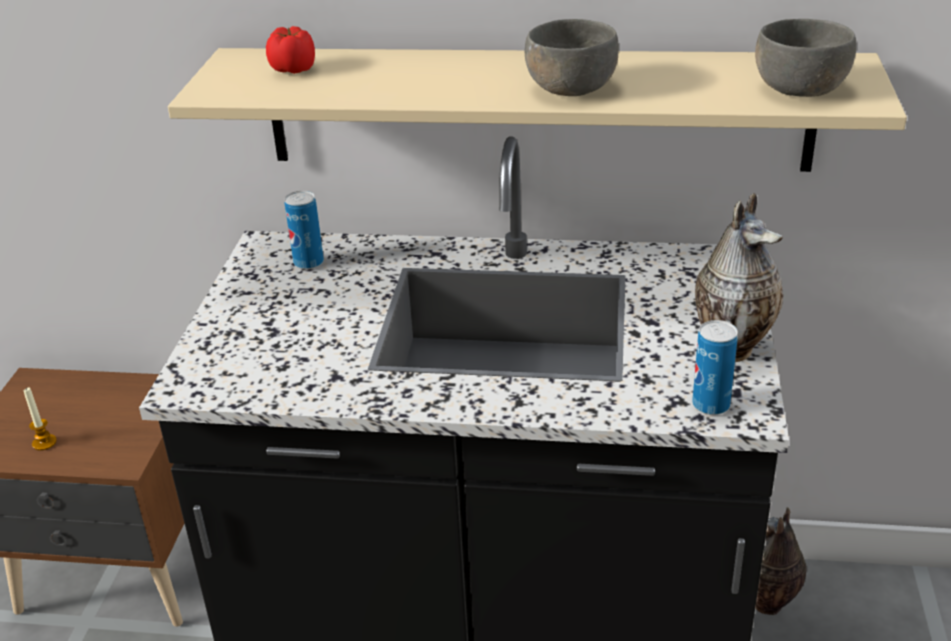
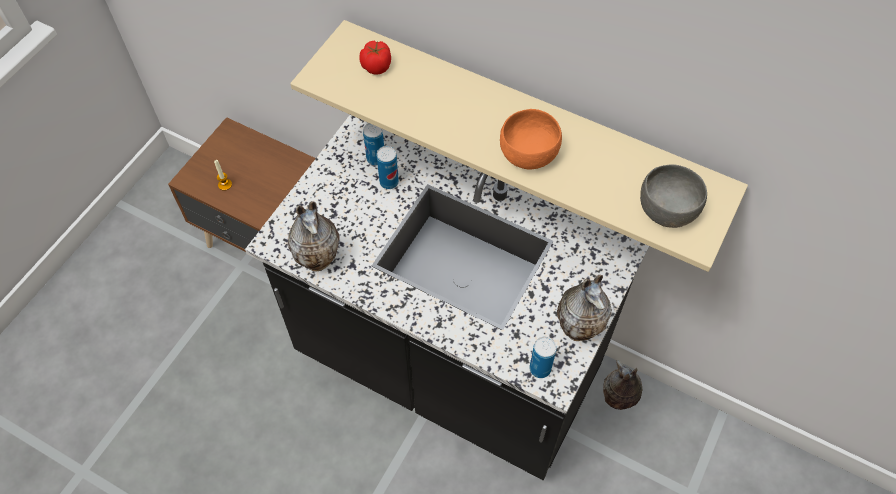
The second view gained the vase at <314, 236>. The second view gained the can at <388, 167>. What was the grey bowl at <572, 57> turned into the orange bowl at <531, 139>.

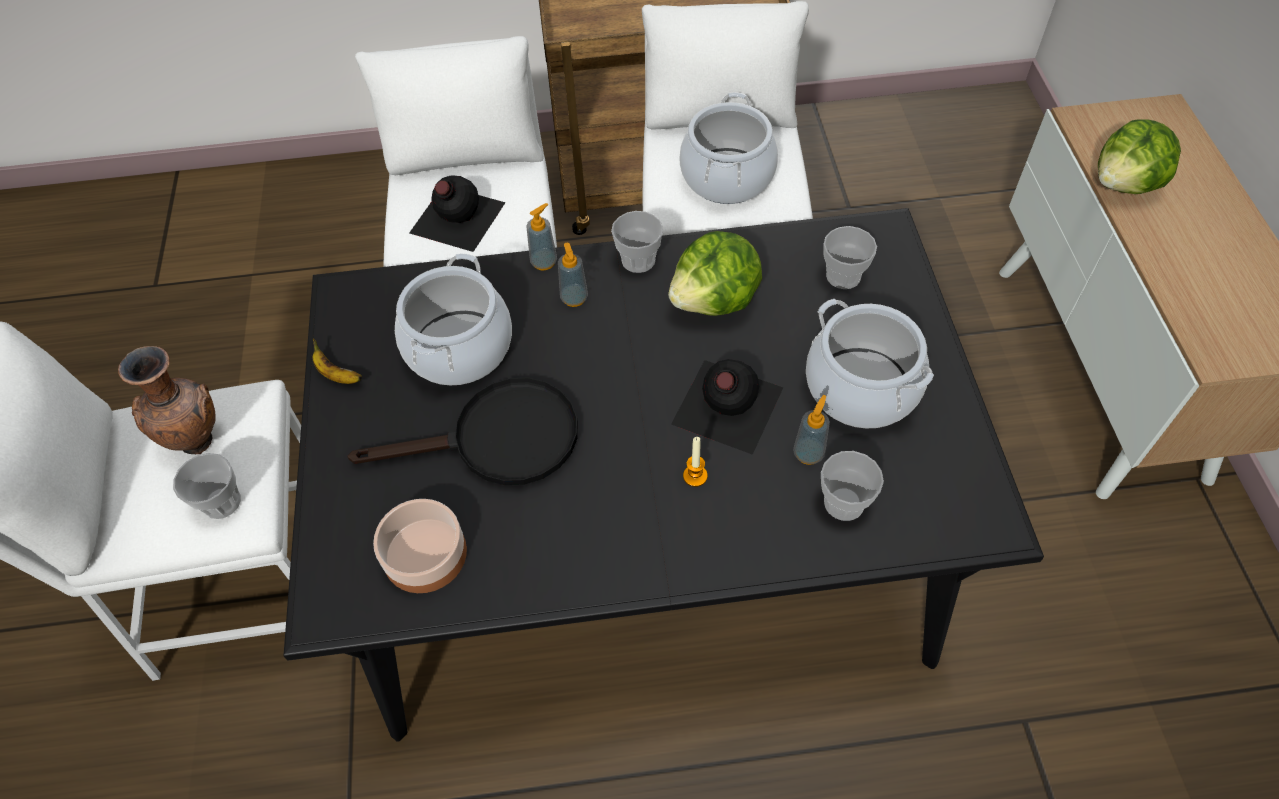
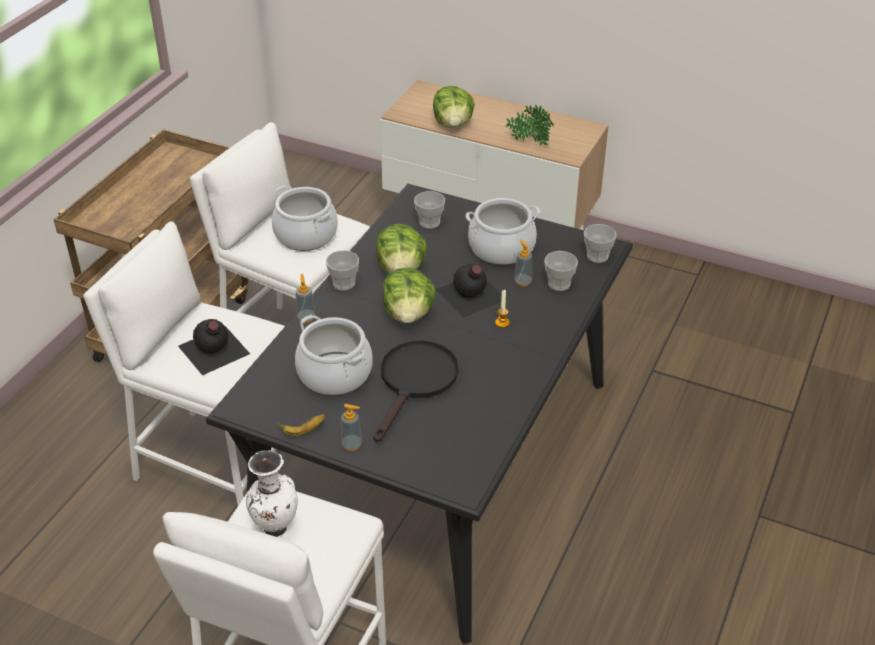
What was the brown vase at <166, 400> turned into the white vase at <272, 493>. The soap dispenser ended up elsewhere, having gone from <573, 275> to <351, 427>. The second view gained the lettuce at <409, 295>. The second view gained the potted plant at <530, 125>. The cup ended up elsewhere, having gone from <207, 486> to <600, 243>. The second view lost the bowl at <420, 546>.

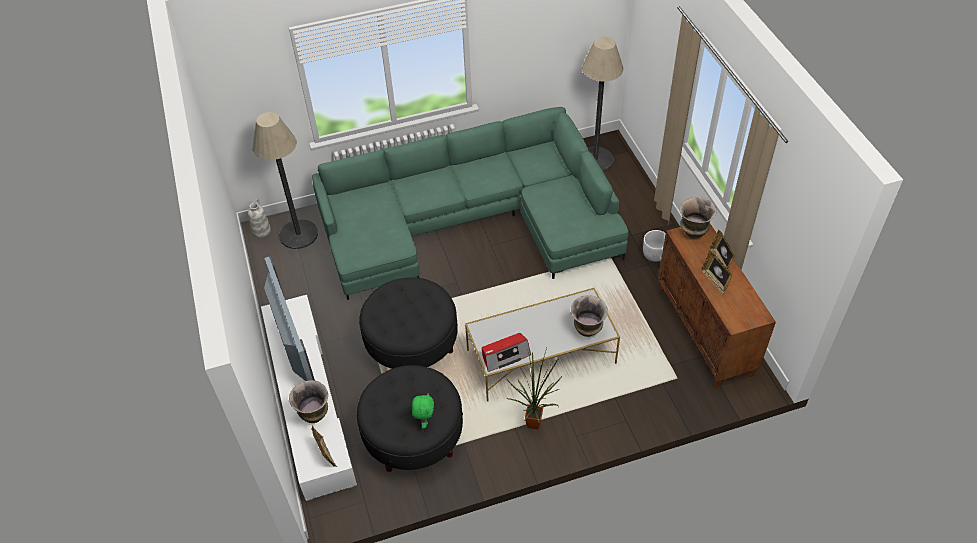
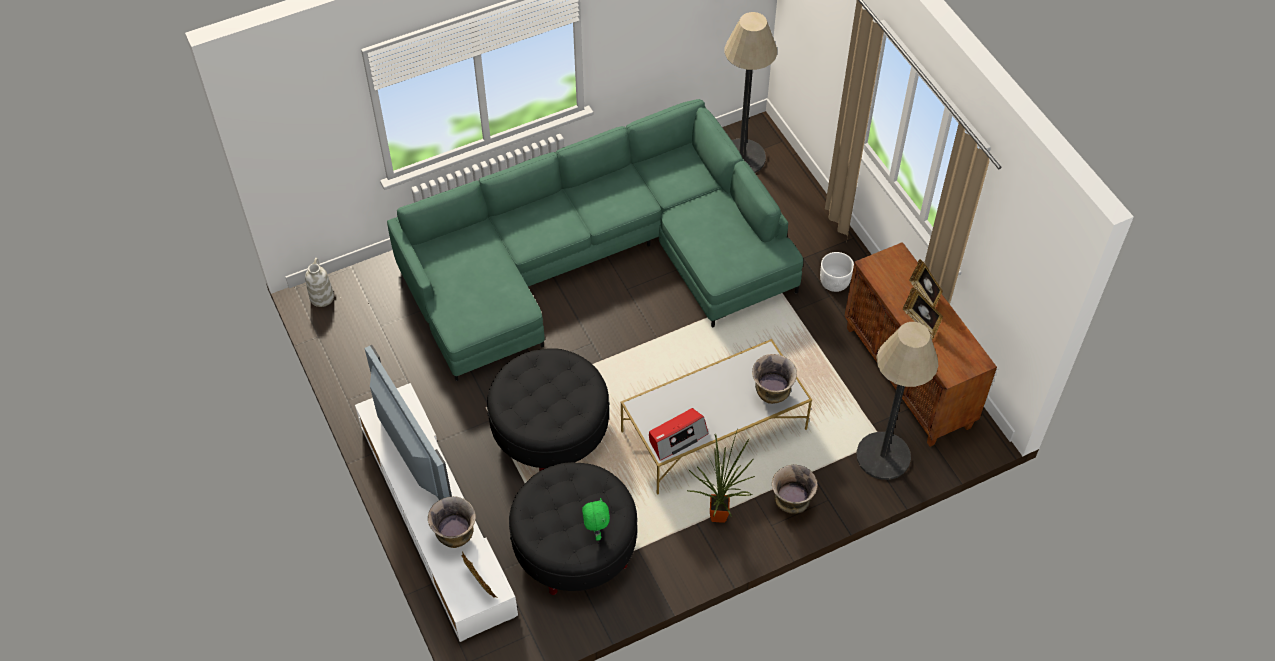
The vase ended up elsewhere, having gone from <698, 218> to <794, 489>. The floor lamp ended up elsewhere, having gone from <285, 180> to <897, 401>.

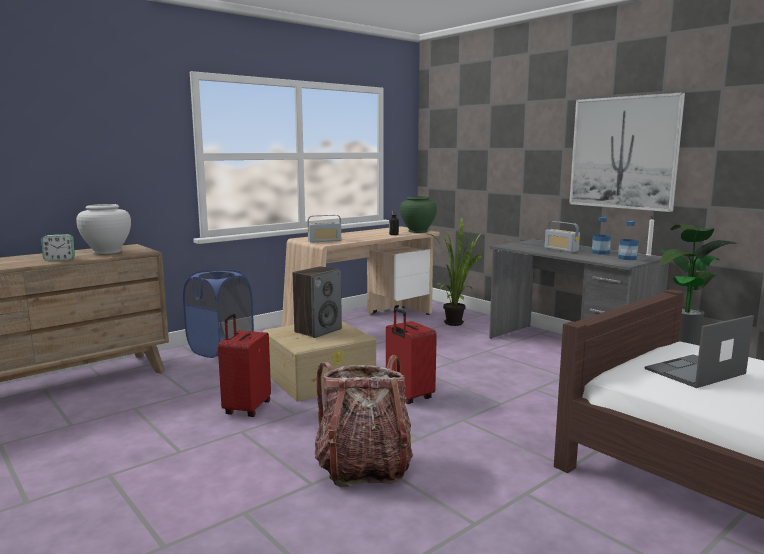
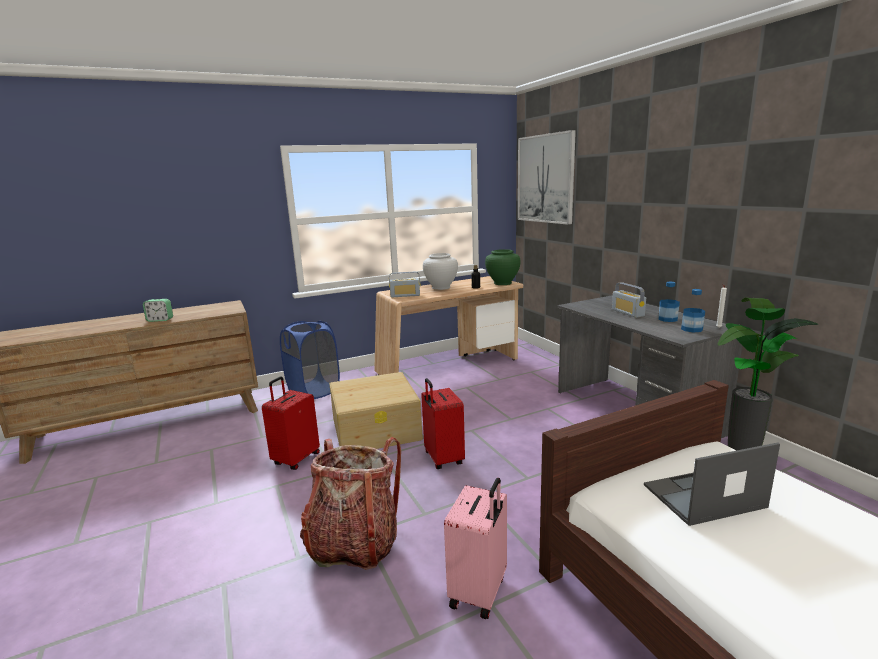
The white vase ended up elsewhere, having gone from <103, 229> to <440, 271>. The second view gained the pink suitcase at <475, 548>. The picture ended up elsewhere, having gone from <627, 152> to <547, 177>. The second view lost the speaker at <317, 302>. The second view lost the potted plant at <455, 272>.

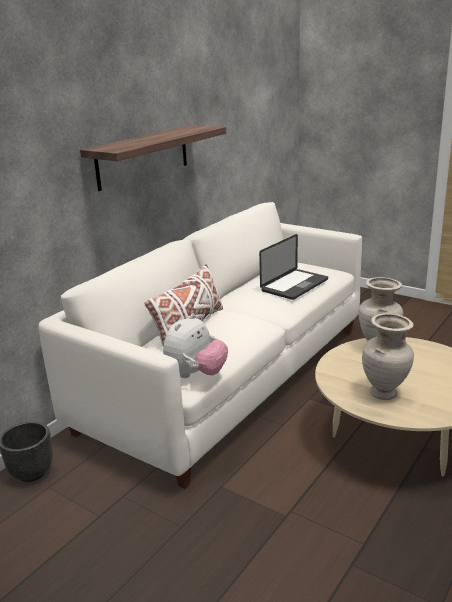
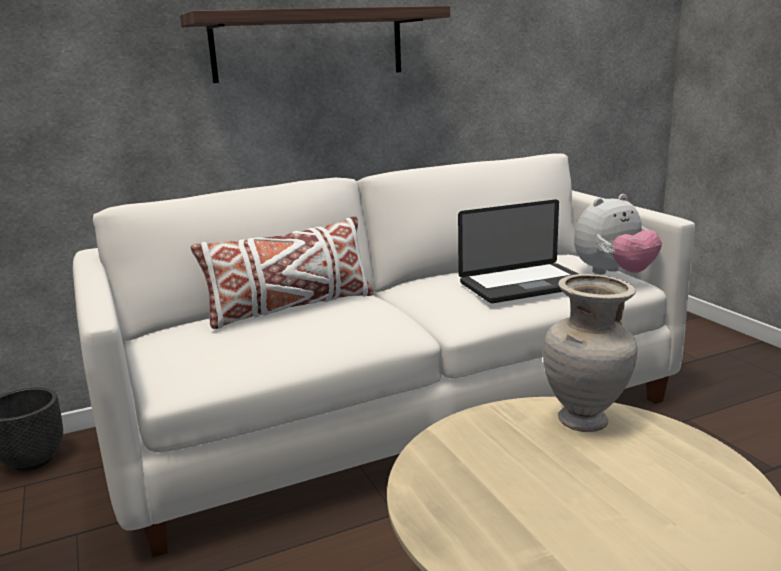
The plush toy ended up elsewhere, having gone from <195, 345> to <618, 234>. The second view lost the beige vase at <388, 356>.

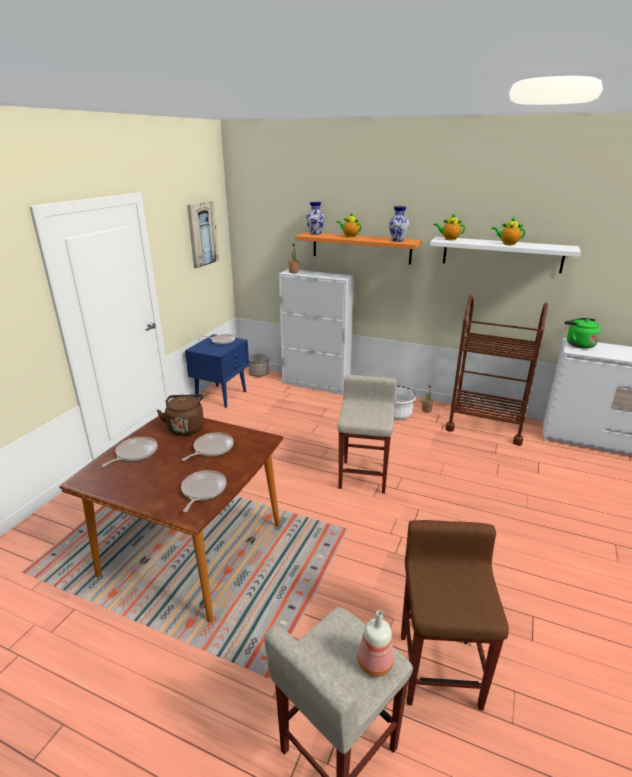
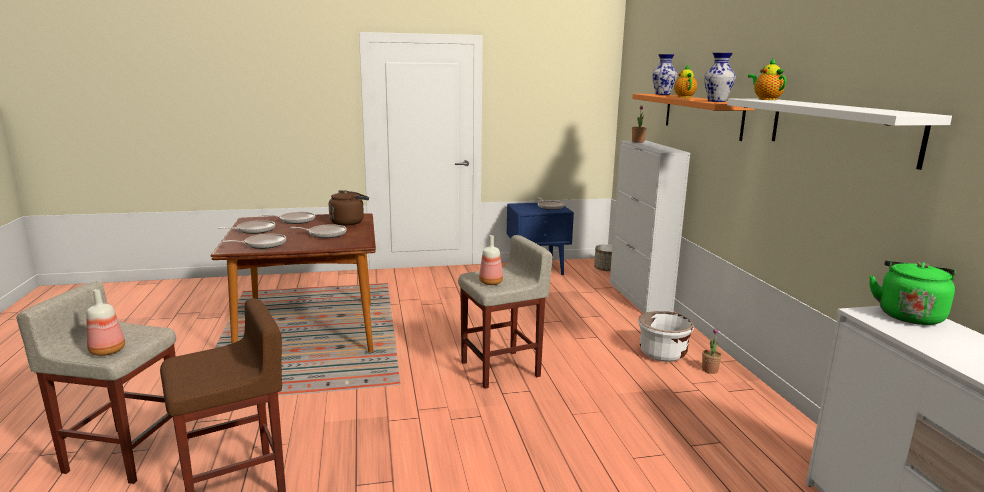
The second view gained the frying pan at <246, 227>. The second view gained the bottle at <491, 260>. The second view lost the picture at <203, 234>. The second view lost the brown cart at <496, 370>. The second view lost the teapot at <508, 231>.

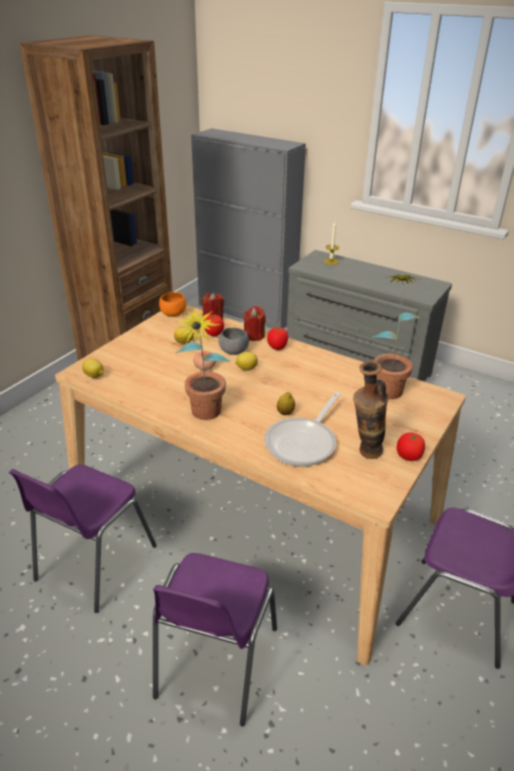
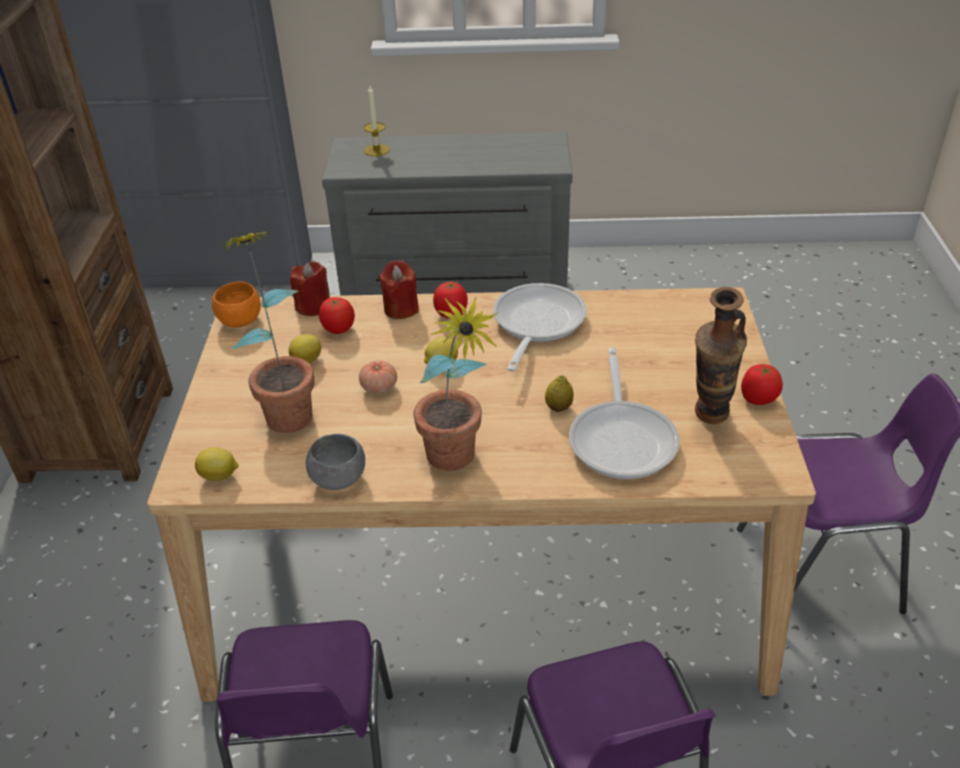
The potted plant ended up elsewhere, having gone from <397, 337> to <264, 332>. The grey bowl ended up elsewhere, having gone from <233, 341> to <335, 462>. The second view gained the frying pan at <540, 327>.

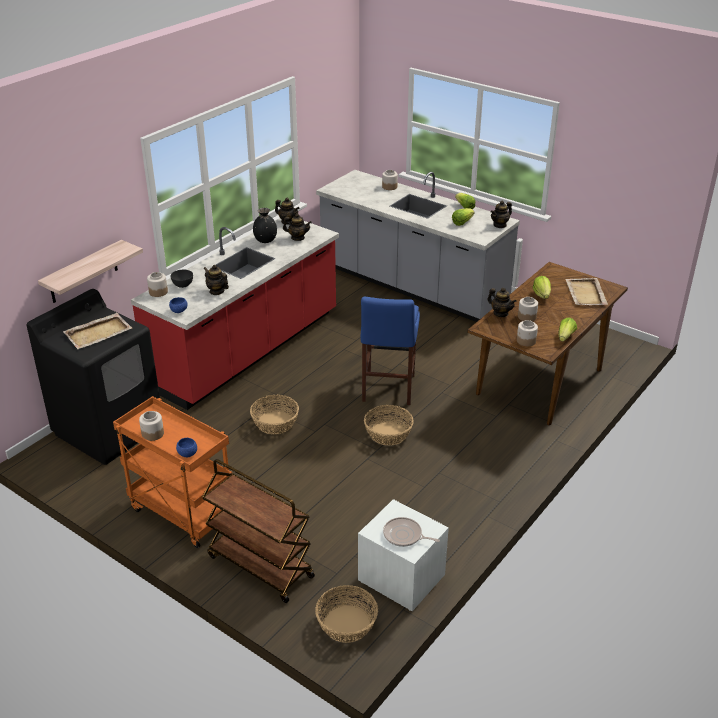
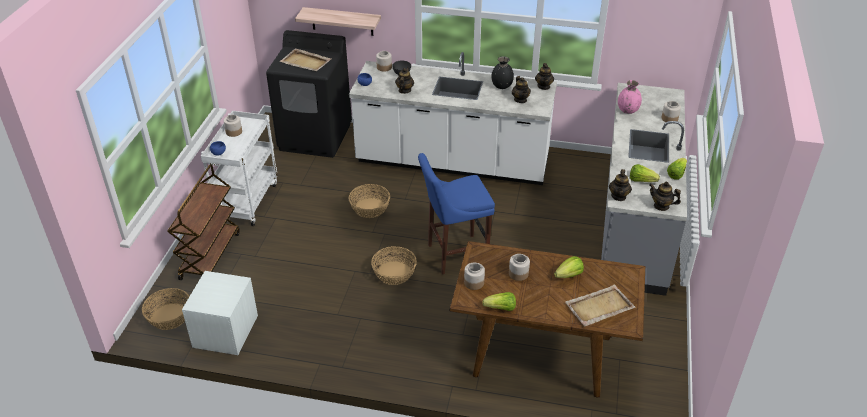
What was the orange cart at <172, 472> turned into the white cart at <239, 168>. What was the red counter at <235, 314> turned into the white counter at <453, 118>. The teapot ended up elsewhere, having gone from <502, 302> to <620, 185>. The second view gained the pink vase at <630, 97>. The second view lost the frying pan at <411, 532>.

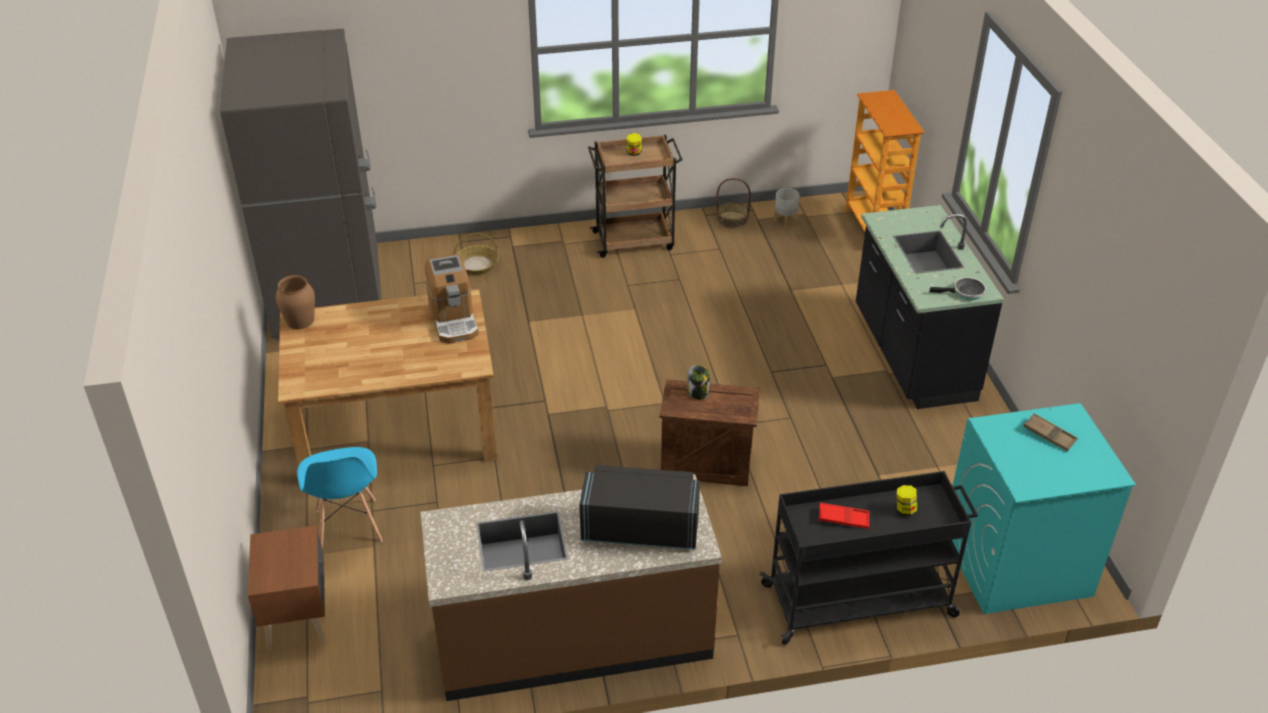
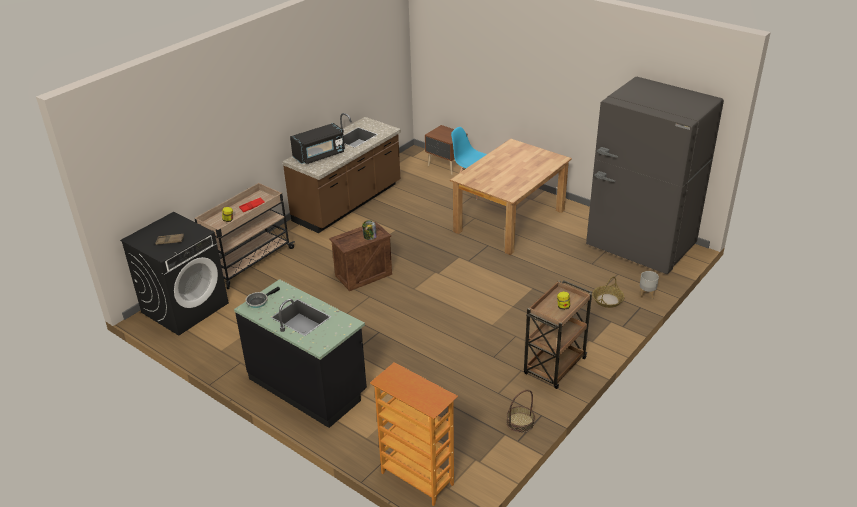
What was the turquoise washing machine at <1044, 508> turned into the black washing machine at <174, 274>. What was the black cart at <869, 558> turned into the beige cart at <244, 236>. The grey planter ended up elsewhere, having gone from <786, 208> to <649, 285>. The second view lost the brown vase at <295, 302>. The second view lost the coffee machine at <452, 299>.

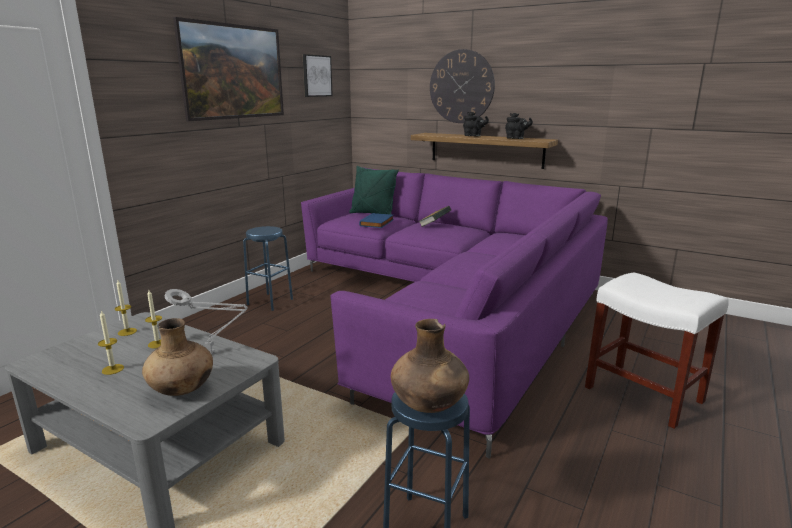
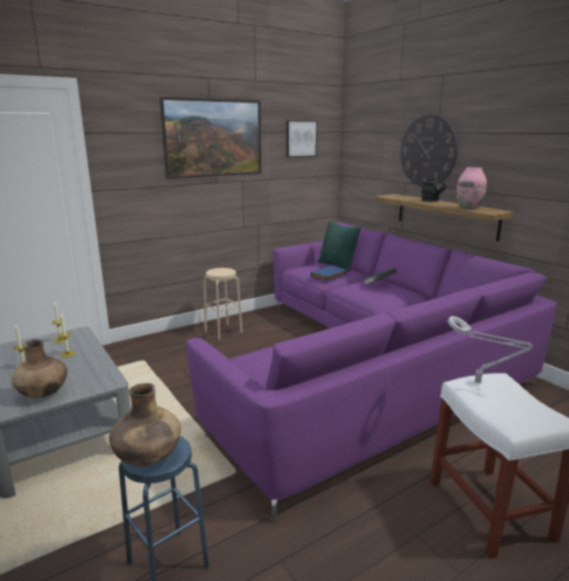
What was the blue stool at <268, 268> turned into the beige stool at <223, 304>. The grey table lamp ended up elsewhere, having gone from <206, 321> to <490, 349>. Where the black teapot stood at <519, 126>, the pink vase came to stand at <471, 188>.

